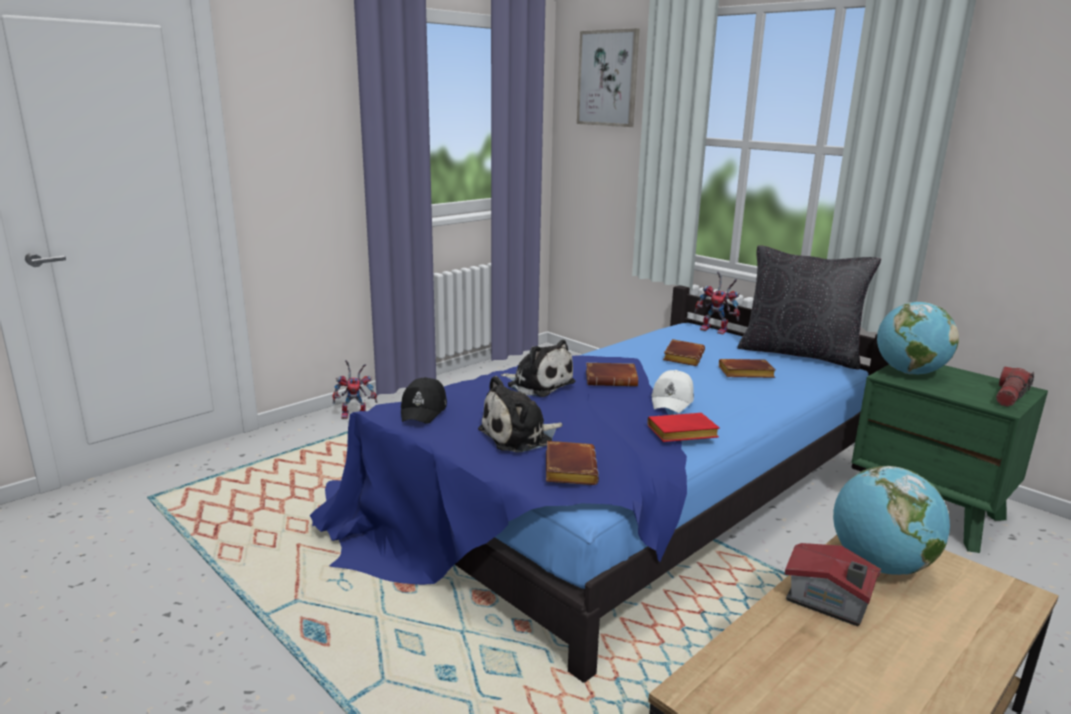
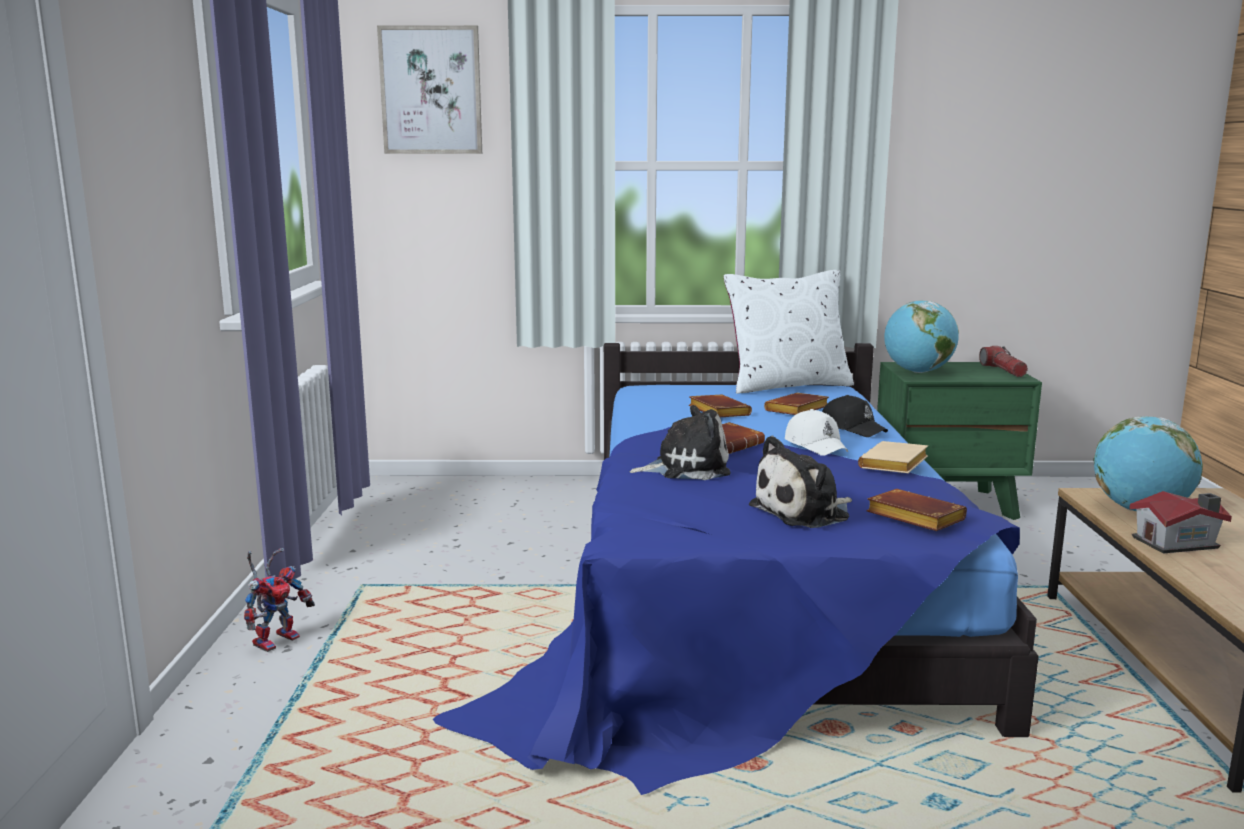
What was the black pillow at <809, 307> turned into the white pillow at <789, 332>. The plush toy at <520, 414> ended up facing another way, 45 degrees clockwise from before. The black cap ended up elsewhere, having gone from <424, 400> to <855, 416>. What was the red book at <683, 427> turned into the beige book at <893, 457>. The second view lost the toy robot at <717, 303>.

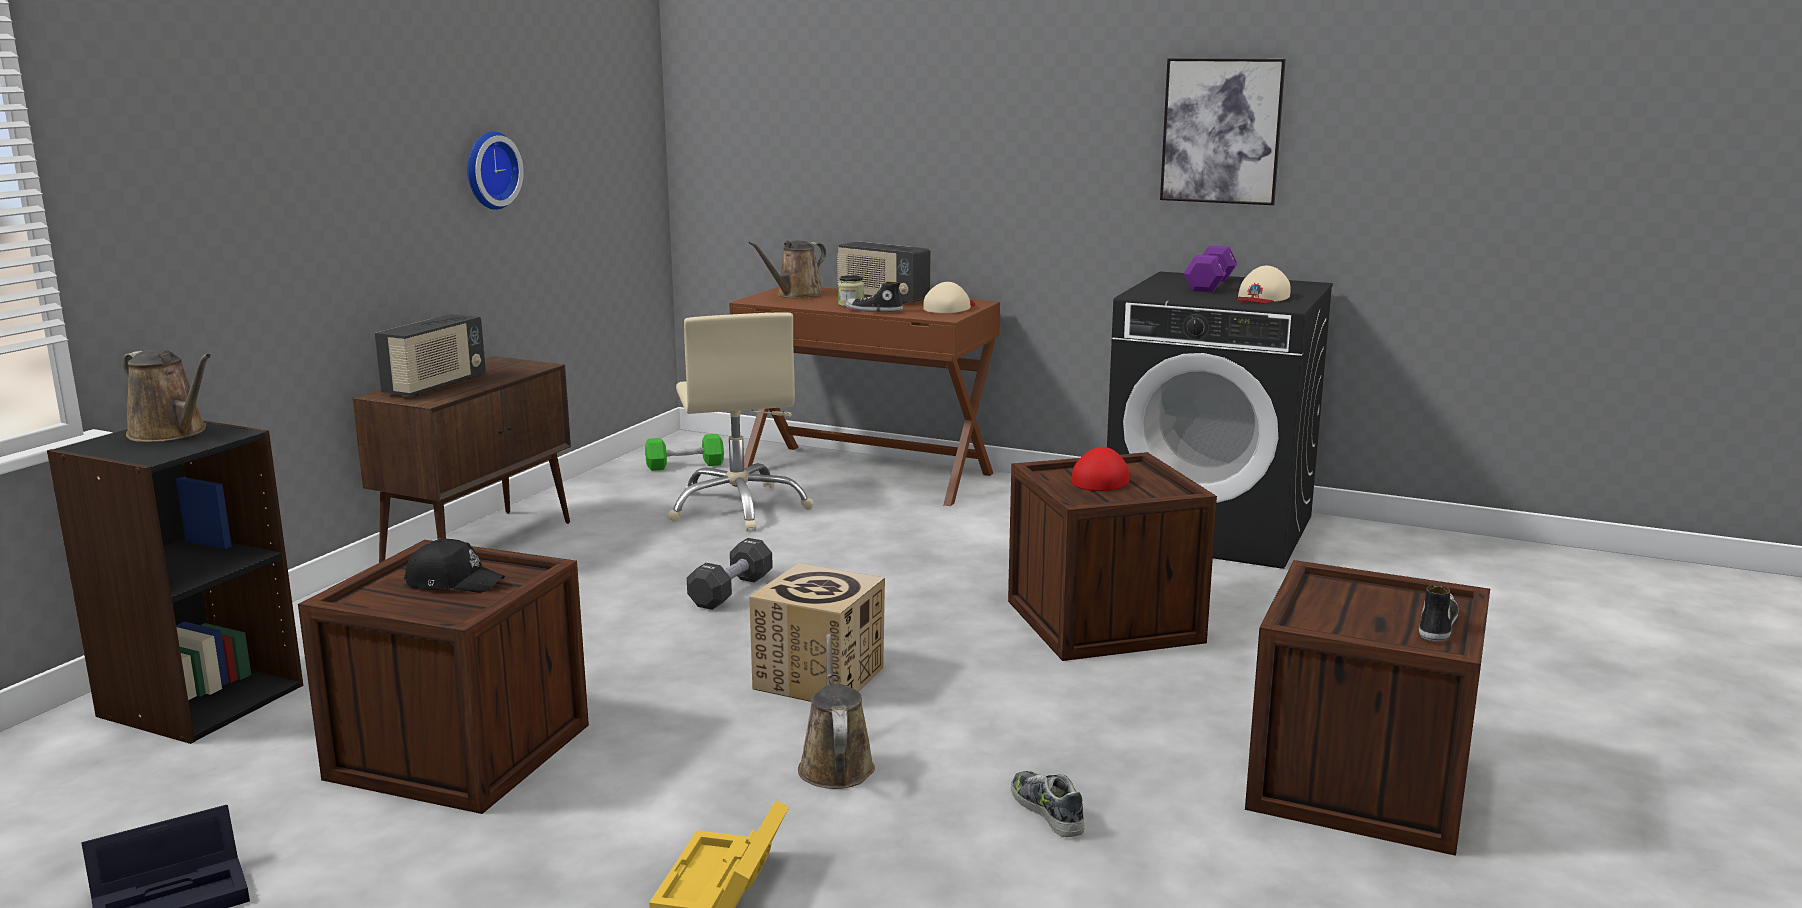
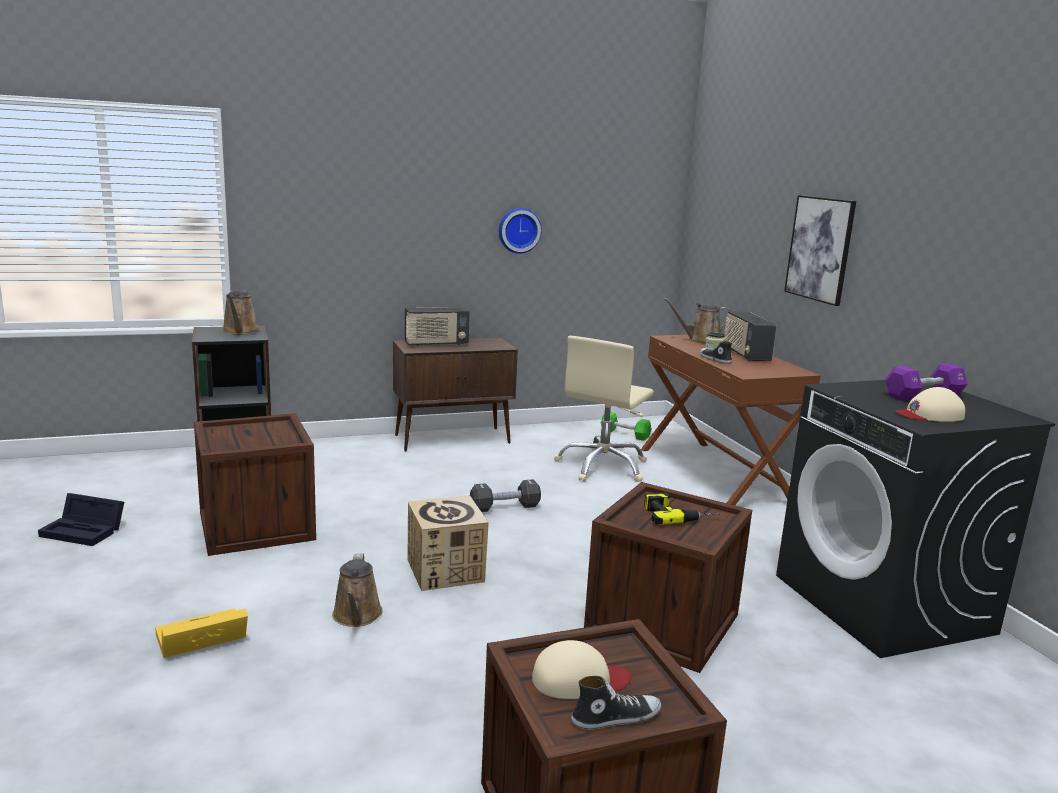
The brown watering can at <836, 711> ended up facing another way, 135 degrees clockwise from before. The beige cap ended up elsewhere, having gone from <949, 298> to <581, 669>. Where the red cap stood at <1101, 469>, the power drill came to stand at <682, 509>. The picture ended up elsewhere, having gone from <1223, 131> to <820, 250>. The second view lost the black cap at <454, 565>. The second view lost the shoe at <1048, 804>.

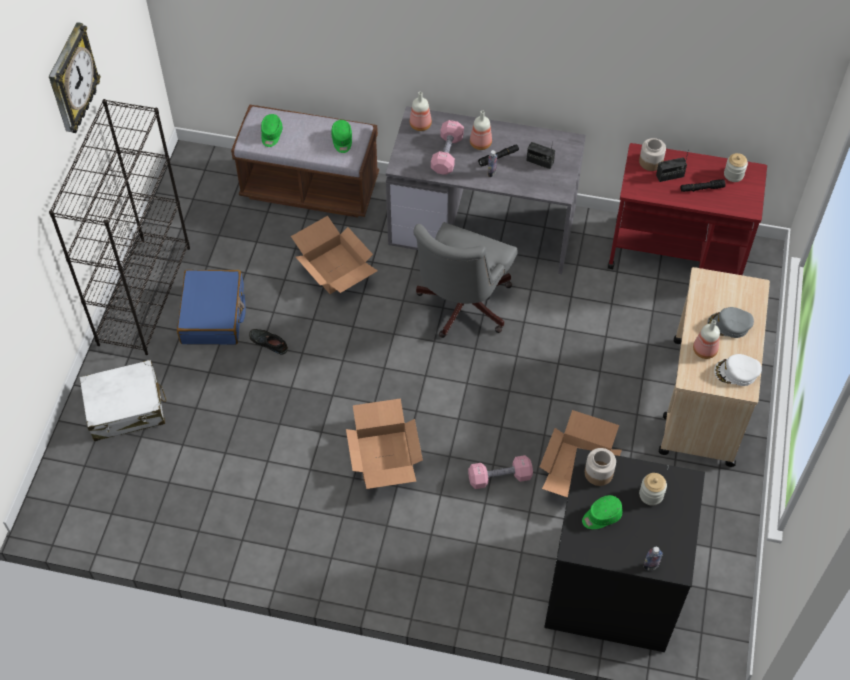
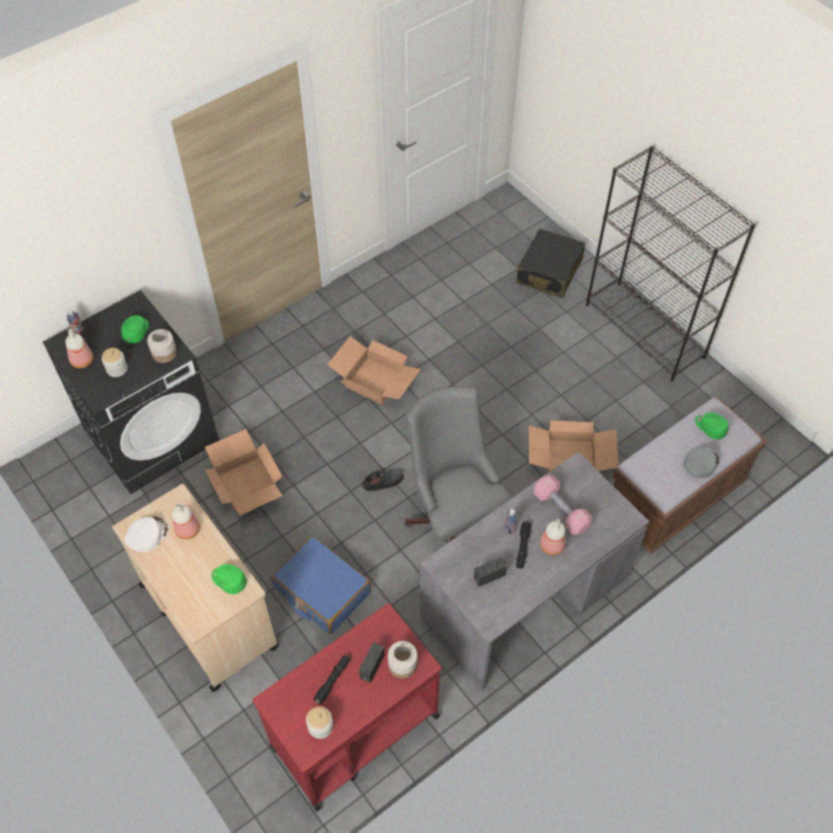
The bottle ended up elsewhere, having gone from <421, 111> to <79, 348>. The green cap ended up elsewhere, having gone from <341, 136> to <229, 579>. The blue suitcase ended up elsewhere, having gone from <211, 307> to <321, 585>. The black shoe ended up elsewhere, having gone from <268, 341> to <383, 480>. What was the white suitcase at <123, 400> turned into the black suitcase at <550, 263>. The grey cap ended up elsewhere, having gone from <730, 322> to <701, 462>. The second view lost the wall clock at <75, 77>. The second view lost the pink dumbbell at <500, 472>.

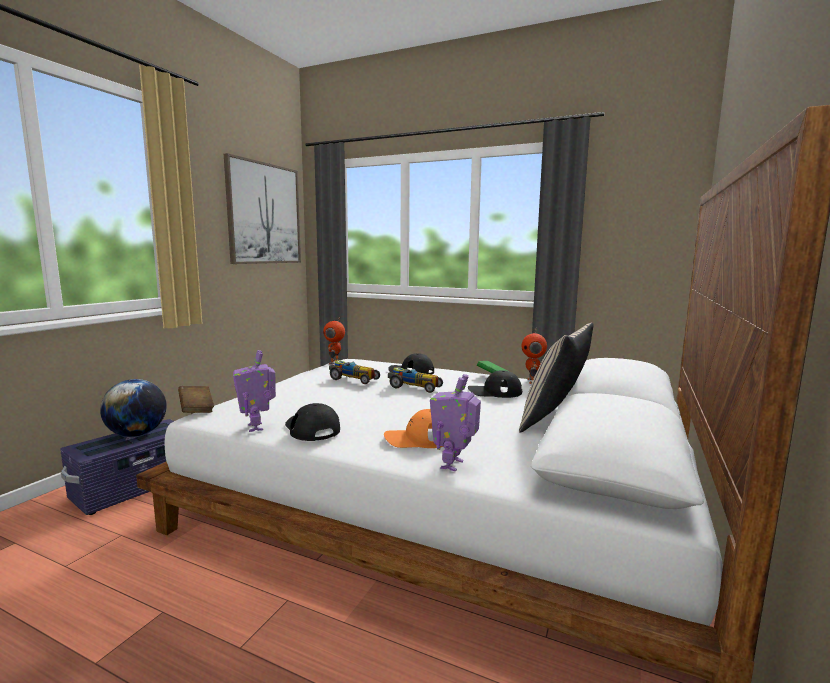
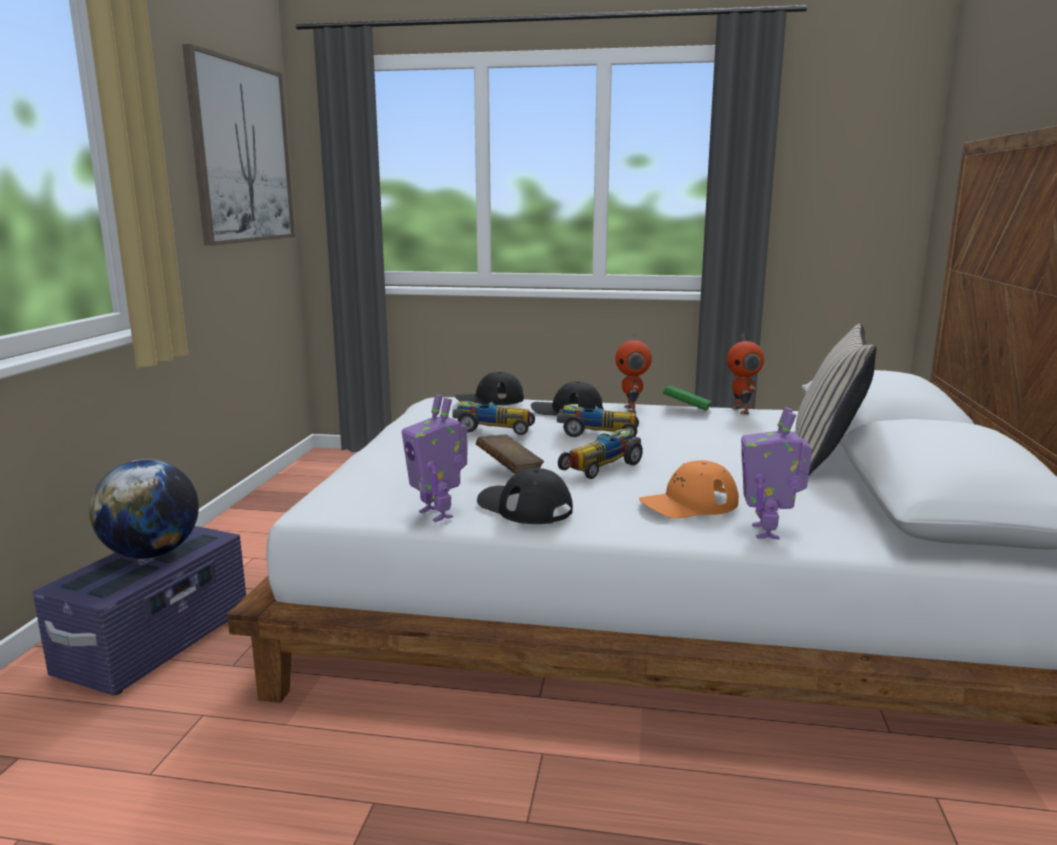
The black cap ended up elsewhere, having gone from <495, 384> to <489, 388>. The brown book ended up elsewhere, having gone from <196, 399> to <510, 454>. The second view gained the toy car at <600, 454>. The toy robot ended up elsewhere, having gone from <334, 340> to <633, 373>.

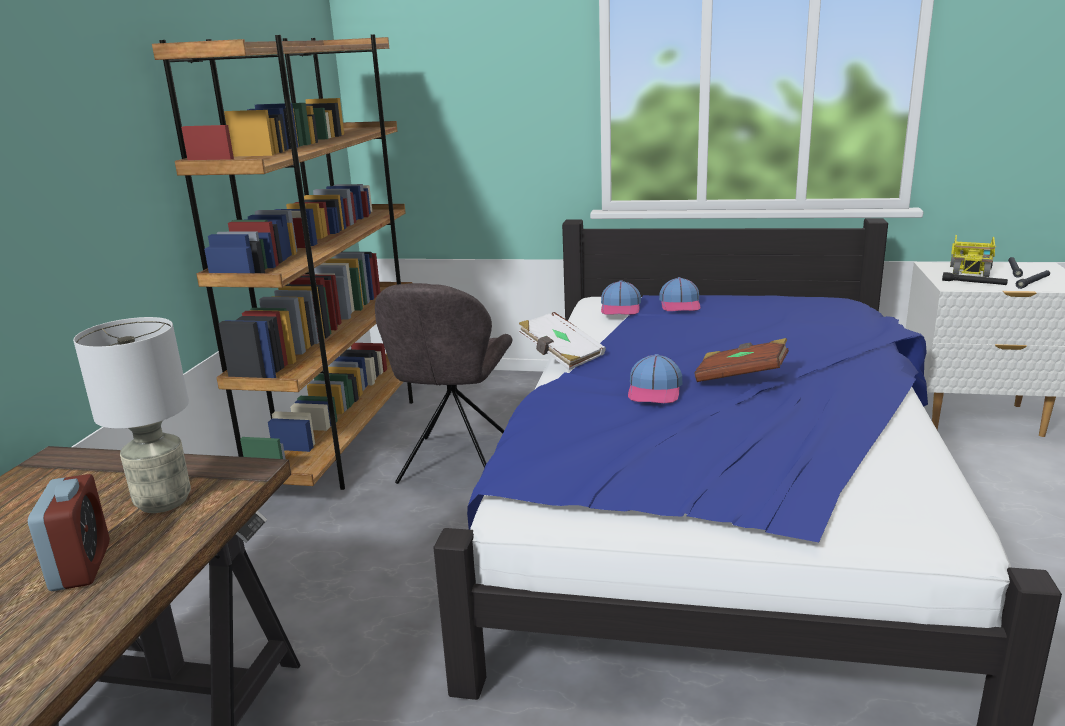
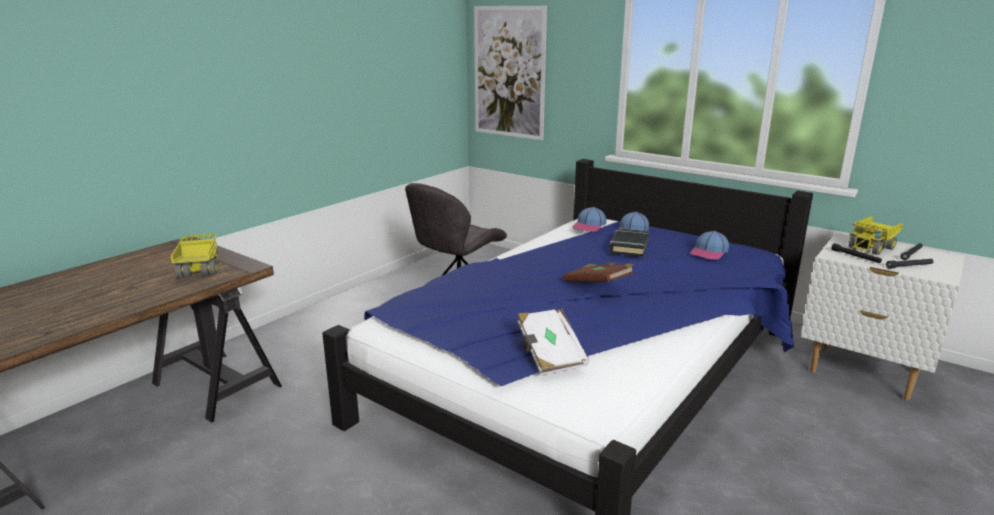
Where the grey table lamp stood at <132, 415>, the toy truck came to stand at <195, 256>. The second view gained the picture at <510, 73>. The white book ended up elsewhere, having gone from <562, 341> to <553, 342>. The second view gained the black book at <629, 242>. The cap ended up elsewhere, having gone from <655, 378> to <709, 245>. The second view lost the alarm clock at <69, 532>. The second view lost the brown bookcase at <282, 262>.

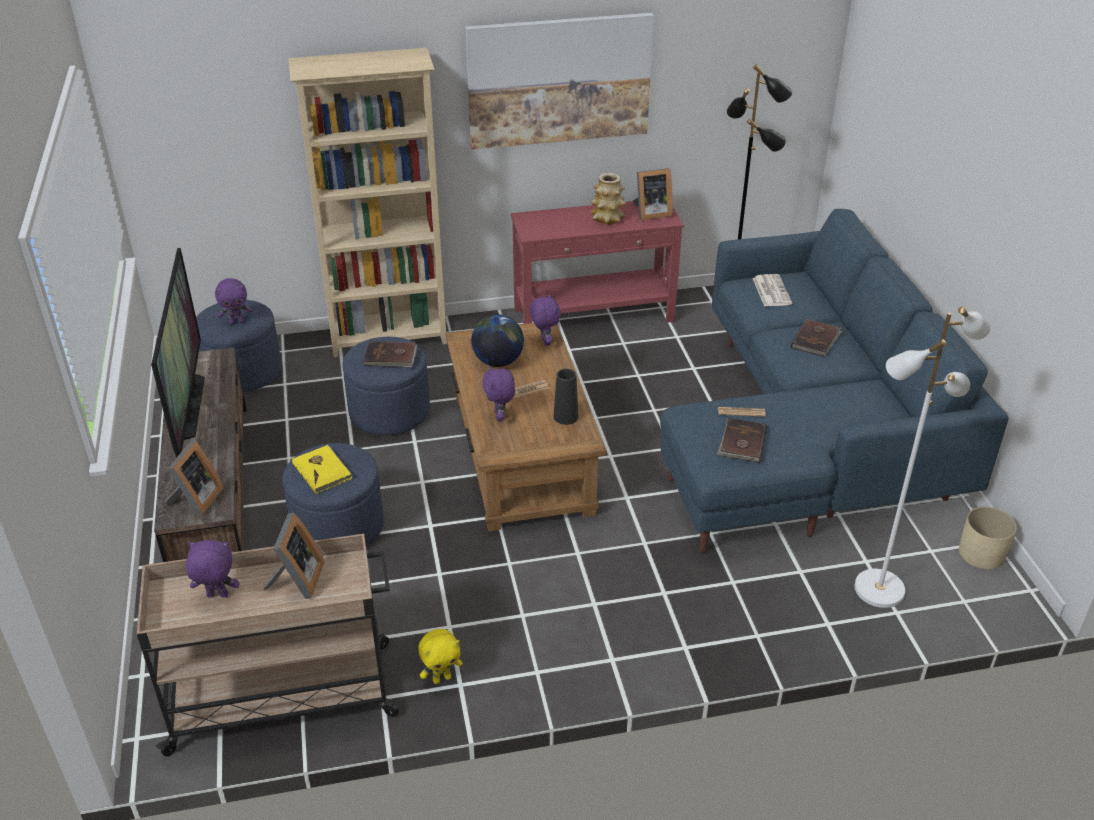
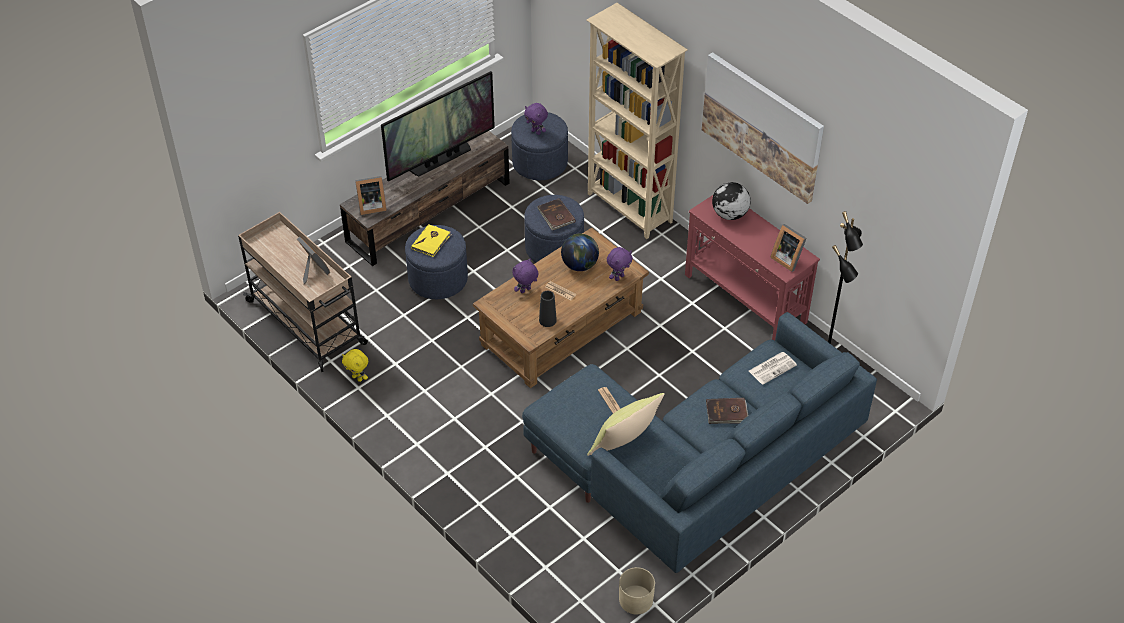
The picture frame at <294, 556> ended up facing another way, 105 degrees counterclockwise from before. The second view gained the yellow pillow at <626, 424>. The second view gained the globe at <731, 201>. The second view lost the purple plush toy at <213, 568>. The second view lost the vase at <608, 198>. The second view lost the brown book at <742, 440>. The second view lost the white floor lamp at <923, 457>.

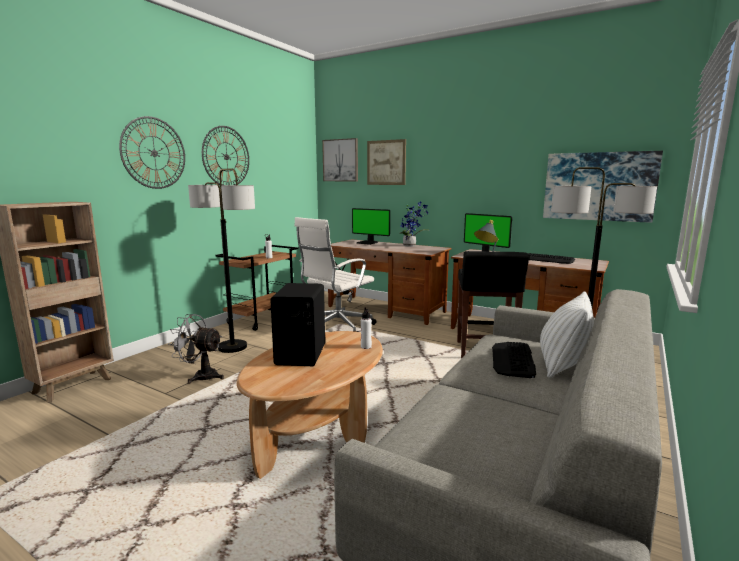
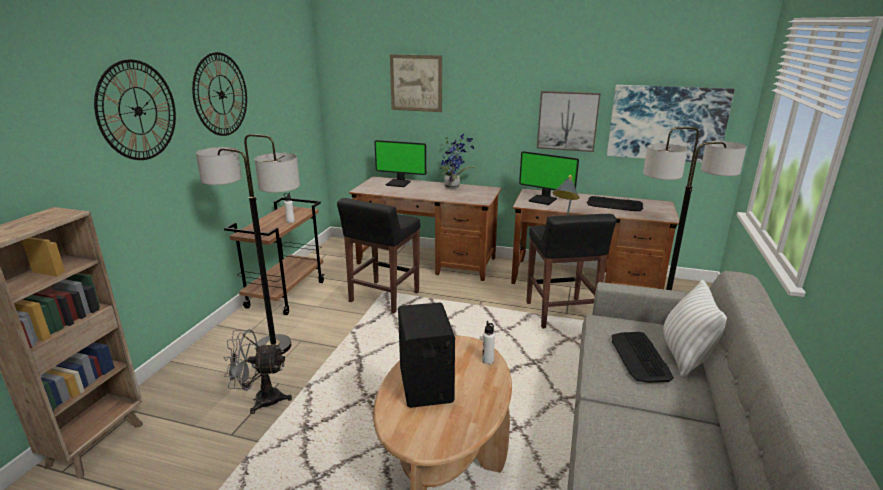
Where the white office chair stood at <335, 274>, the black stool came to stand at <379, 256>. The picture ended up elsewhere, having gone from <340, 159> to <569, 121>.

